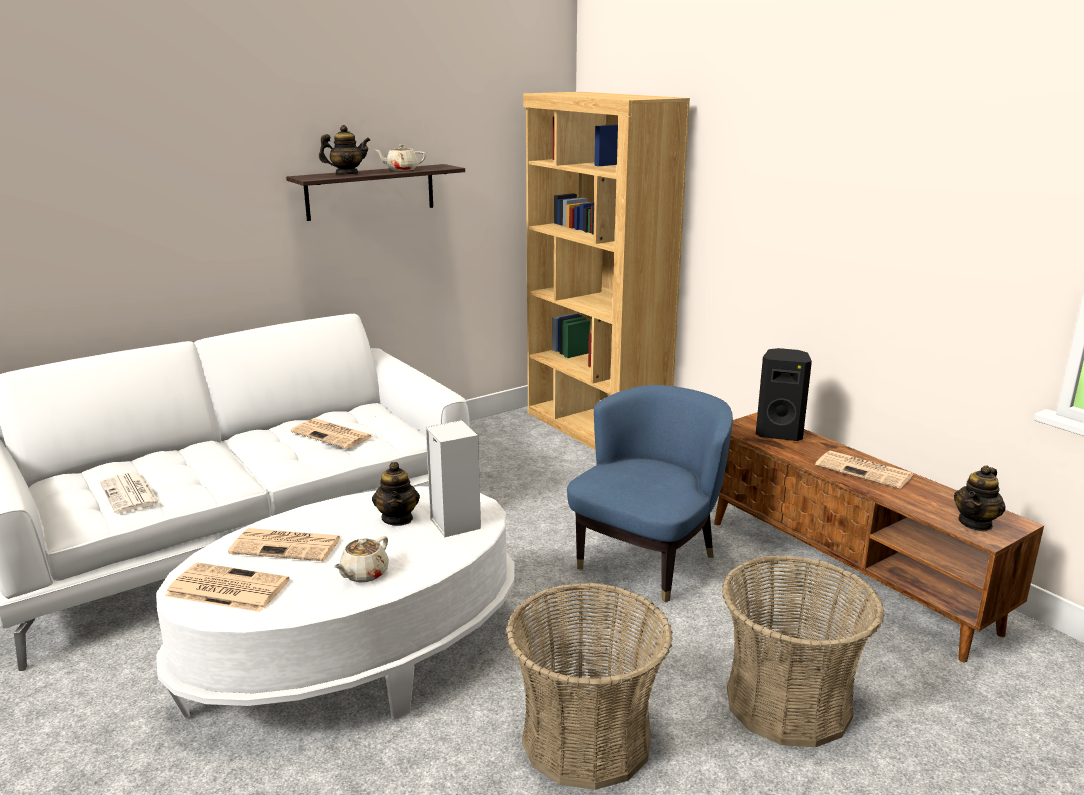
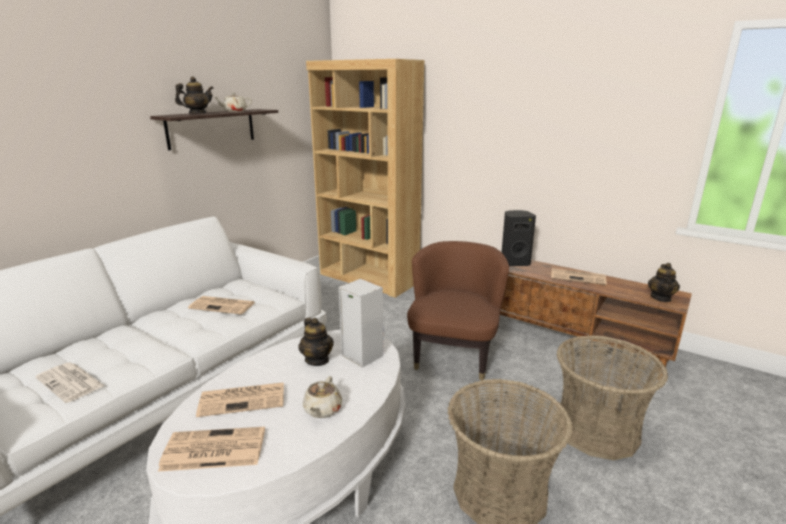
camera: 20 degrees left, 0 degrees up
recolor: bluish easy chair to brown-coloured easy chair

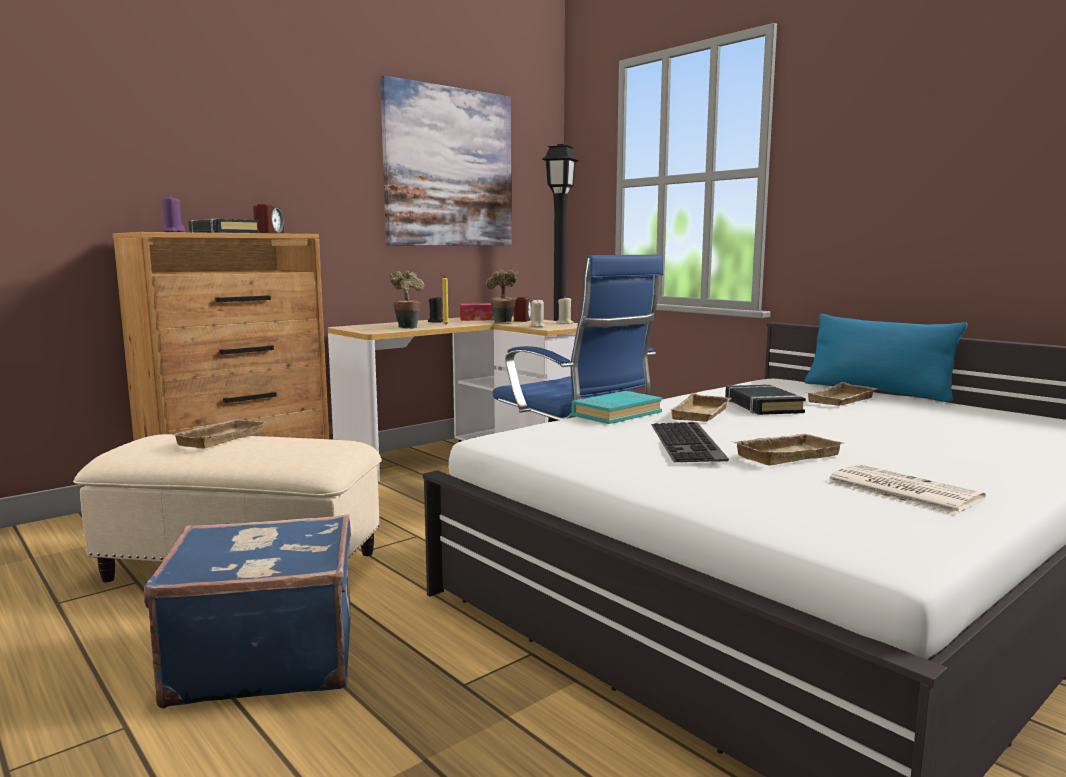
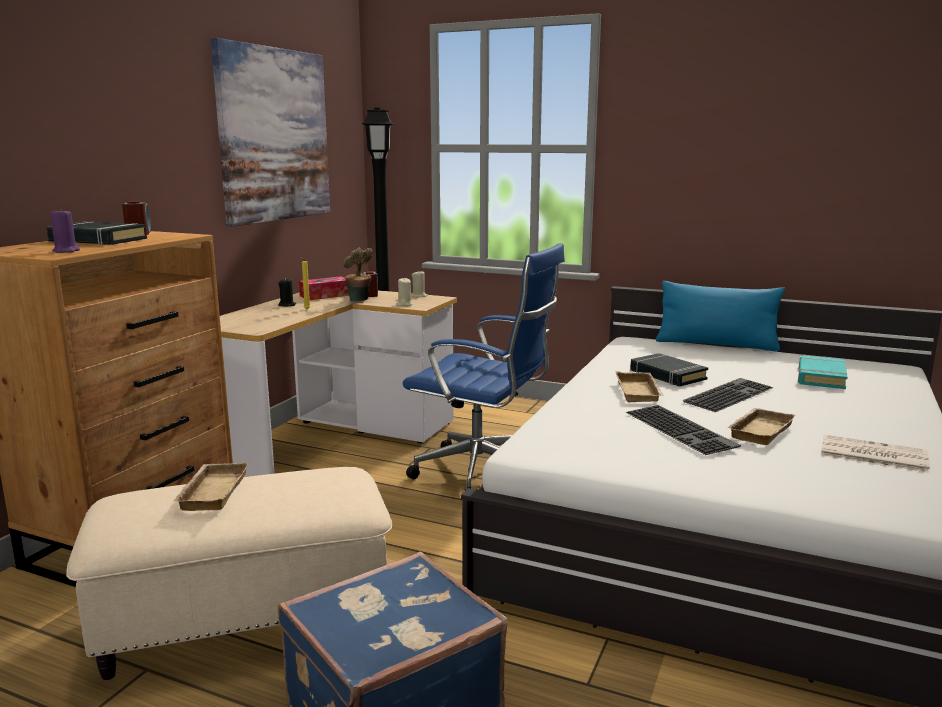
camera: 25 degrees left, 5 degrees up
delete: potted plant (1st from left); beige serving tray (4th from left)
insert: keyboard (2nd from left)
move: blue-green book

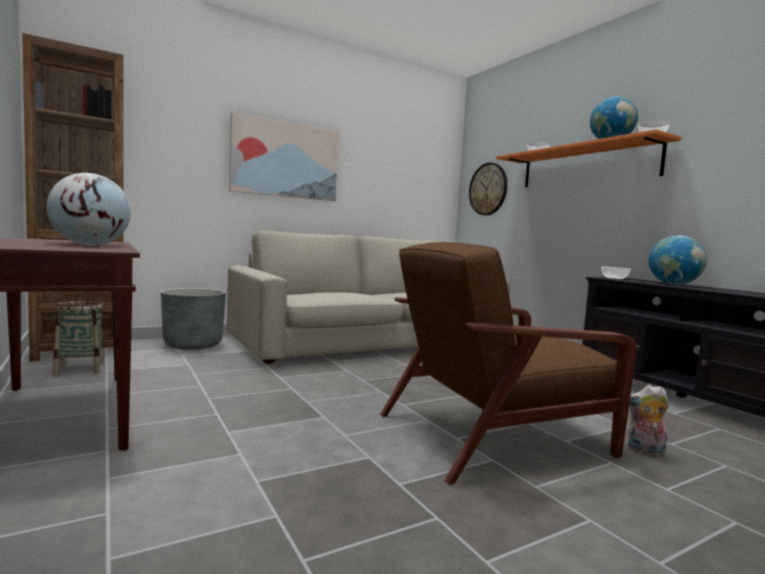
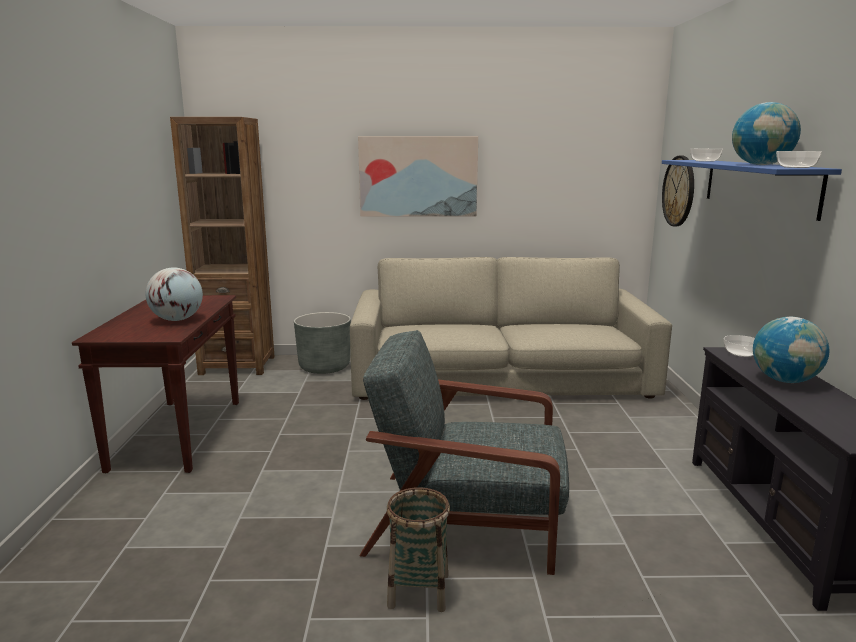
camera: 30 degrees right, 10 degrees up
delete: soft toy
move: storage basket
recolor: brown-coloured easy chair to gray easy chair; orange-coloured bracket shelf to bluish bracket shelf

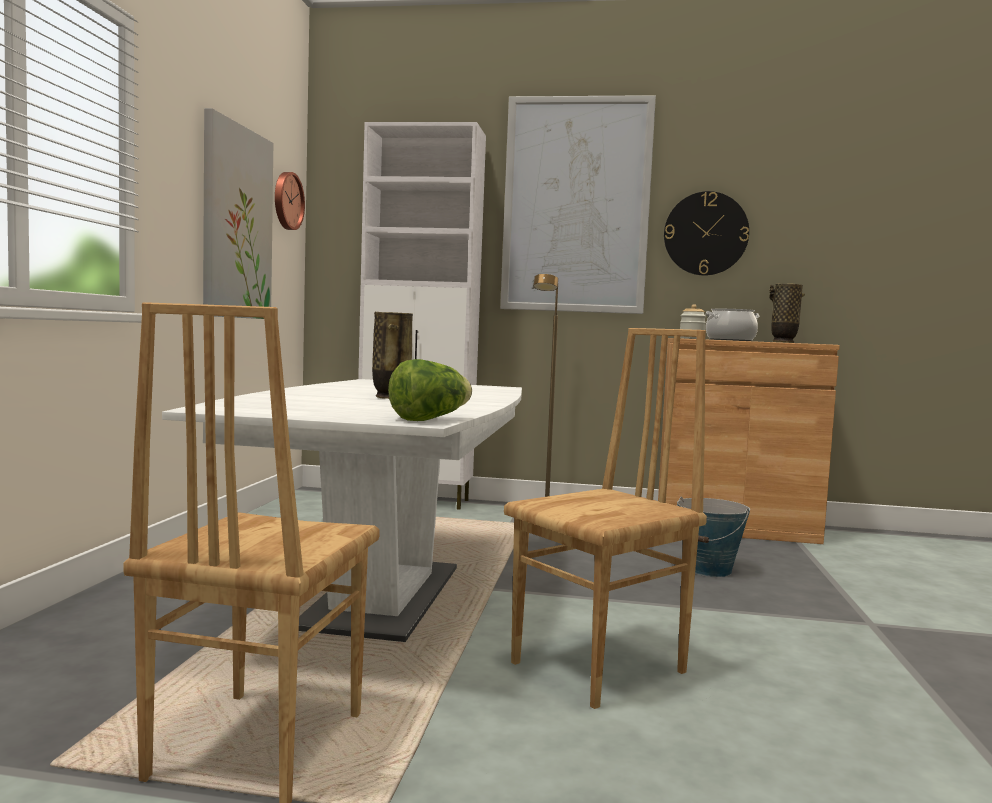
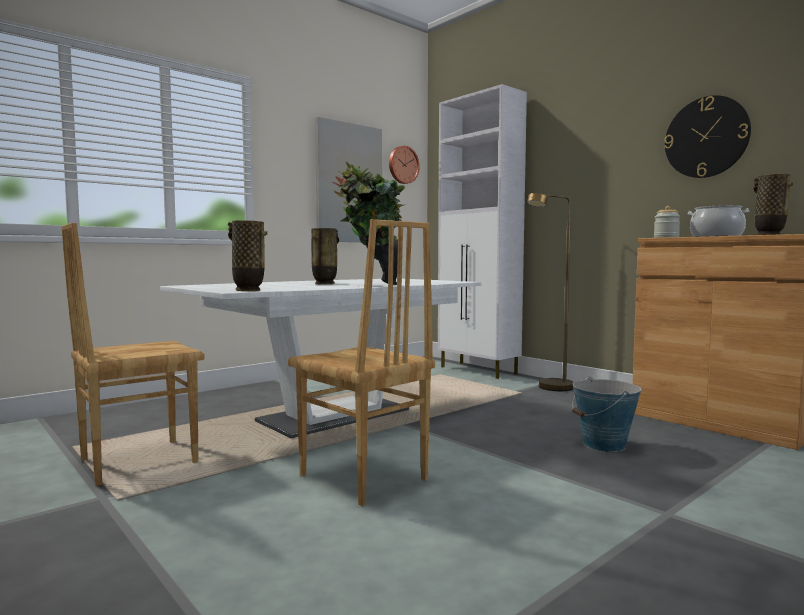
camera: 40 degrees right, 0 degrees up
delete: wall art (2nd from left)
insert: potted plant
replace: lettuce to decorative vase (1st from left)
rotate: brown-coloured plain chair (2nd from left) 45 degrees clockwise

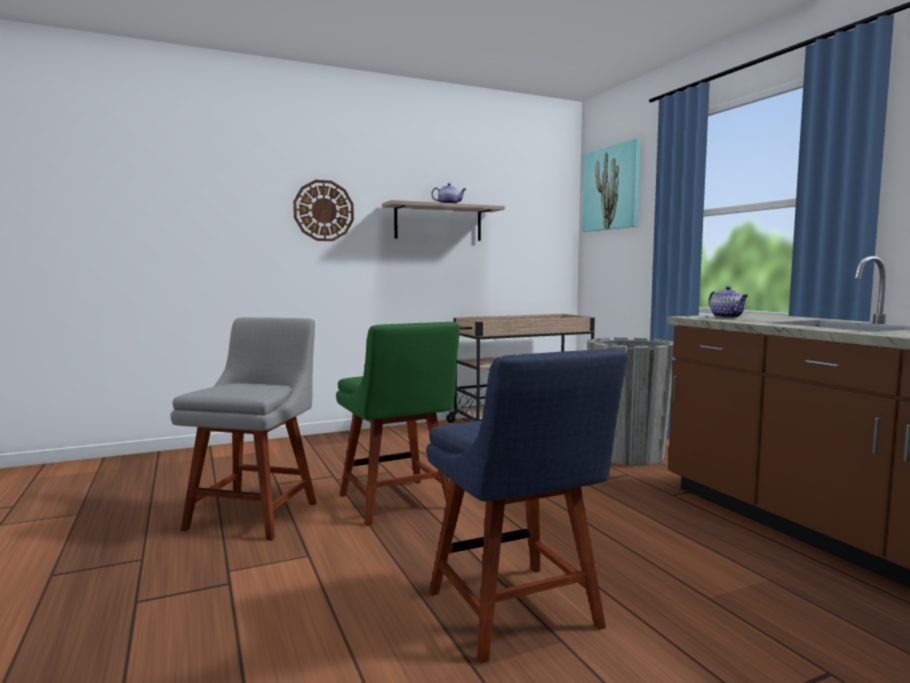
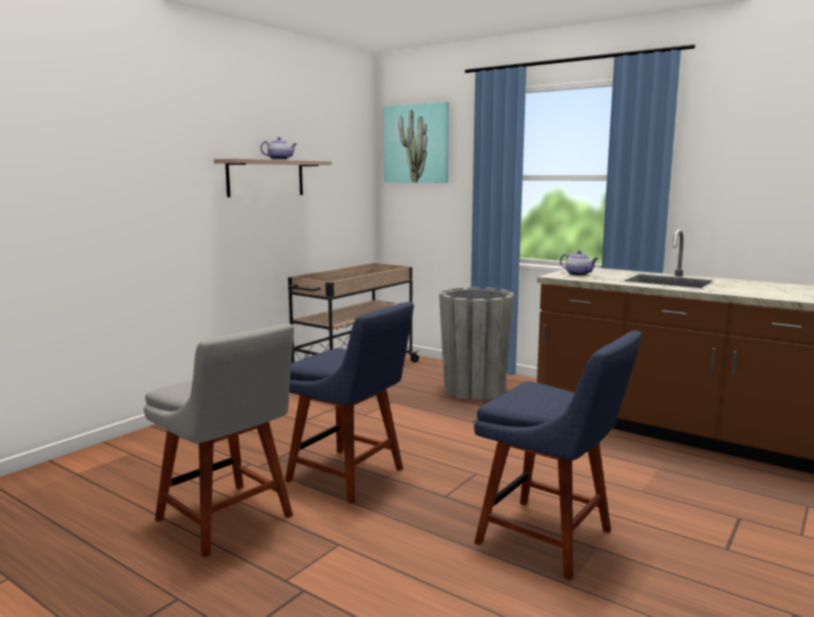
camera: 30 degrees left, 5 degrees up
delete: hanging clock
recolor: green plain chair to bluish plain chair (1st from left)
rotate: gray plain chair 150 degrees clockwise

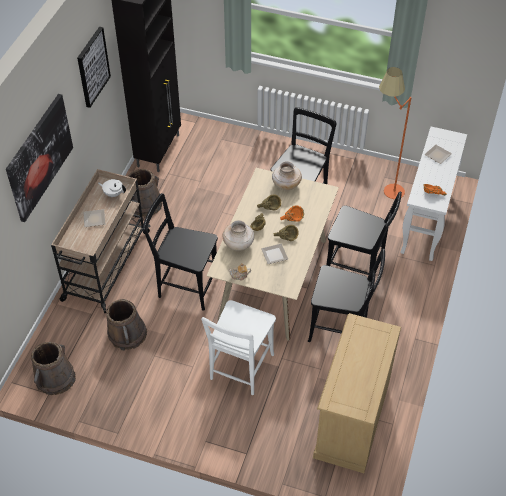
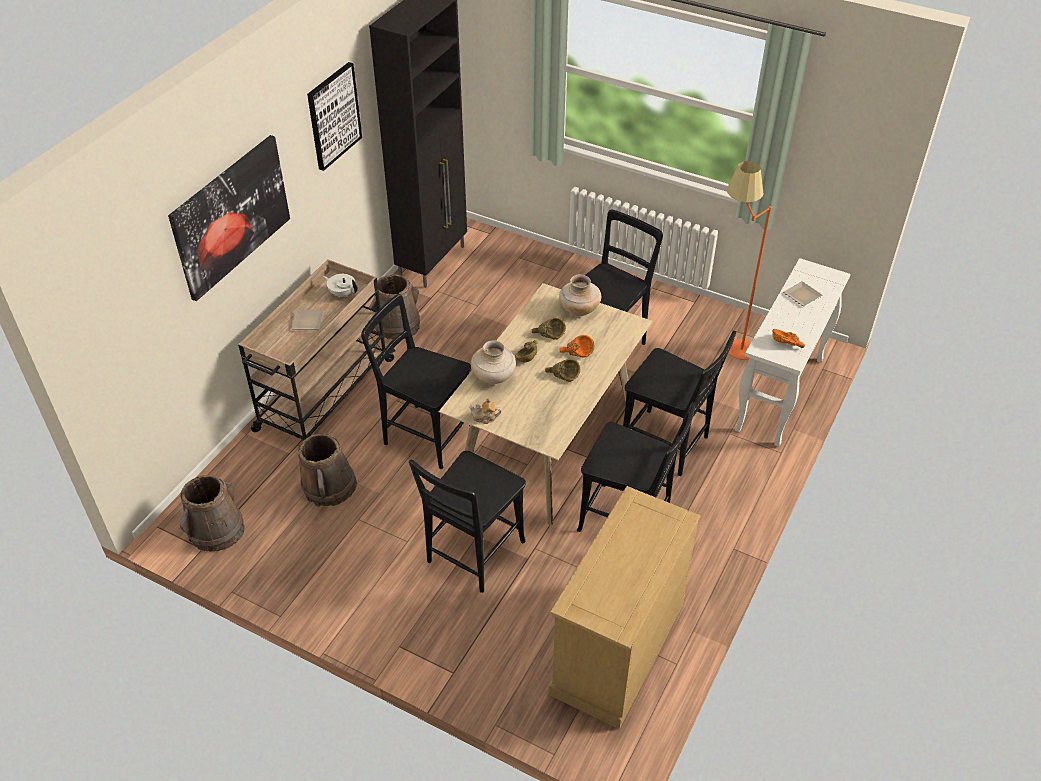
camera: 10 degrees right, 5 degrees down
delete: flat dish (2nd from left)
recolor: whitish plain chair to black plain chair (2nd from left)

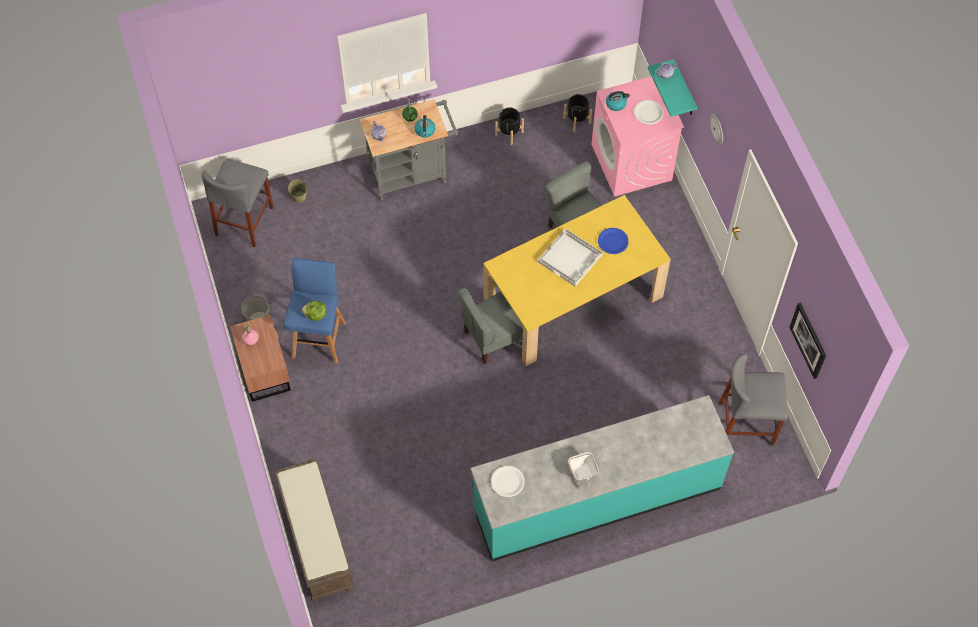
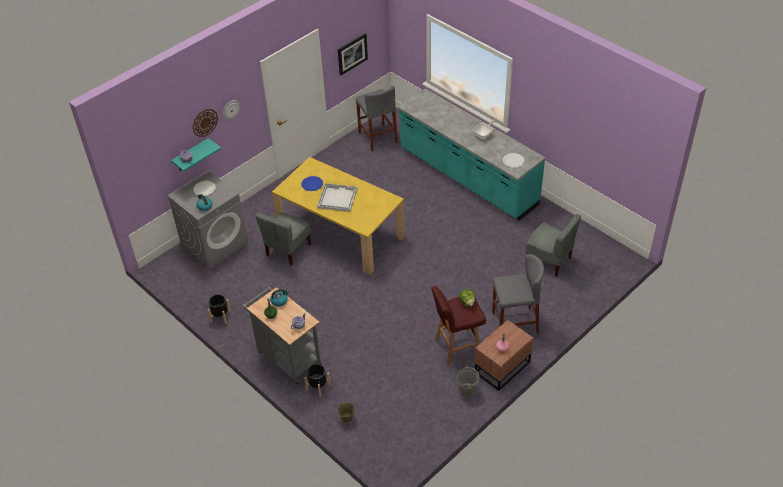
camera: 115 degrees left, 15 degrees down
delete: brown-coloured indoor bench
insert: hanging clock (1st from left)
move: black plant pot (2nd from left); gray stool (1st from left in the first image) to gray stool (2nd from left); gray plain chair (1st from left in the first image) to gray plain chair (2nd from left)
recolor: pink-coloured laundry machine to gray laundry machine; bluish stool to reddish stool

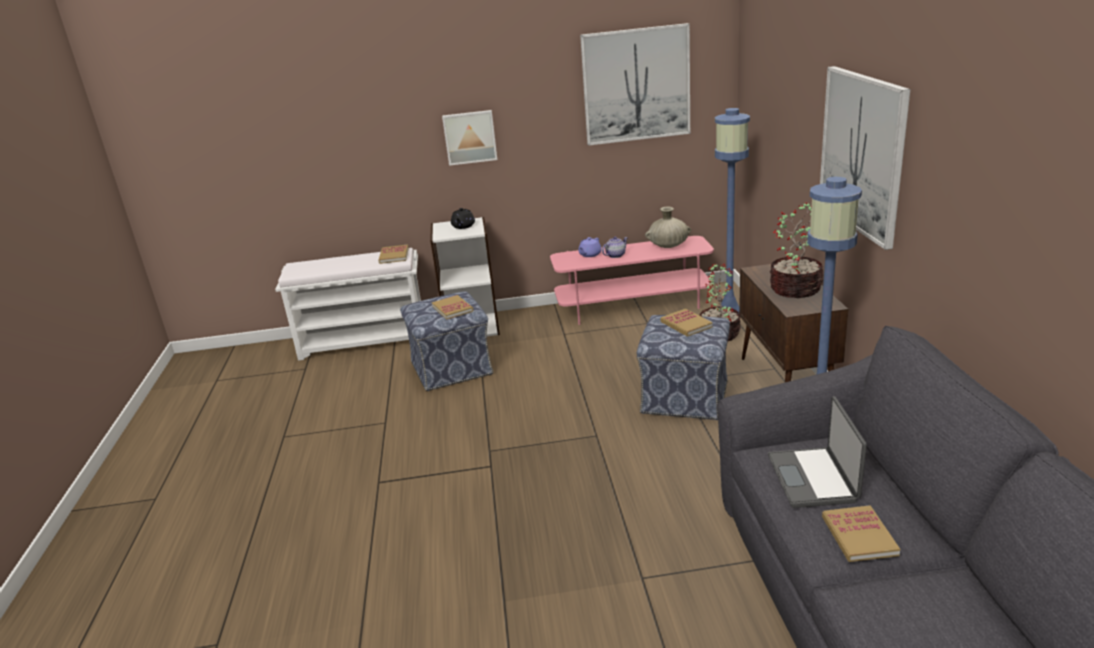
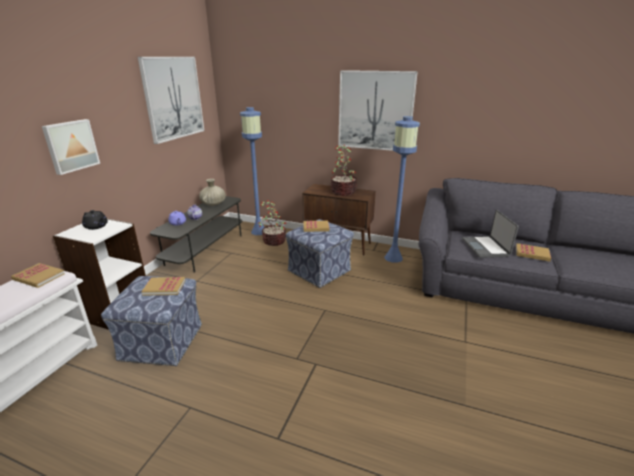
camera: 65 degrees left, 0 degrees up
recolor: pink-coloured tv unit to gray tv unit
rotate: portable computer 60 degrees clockwise

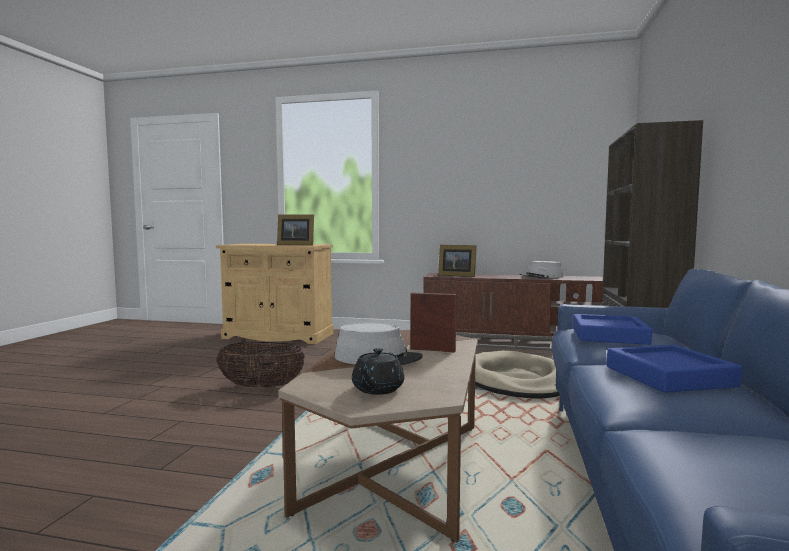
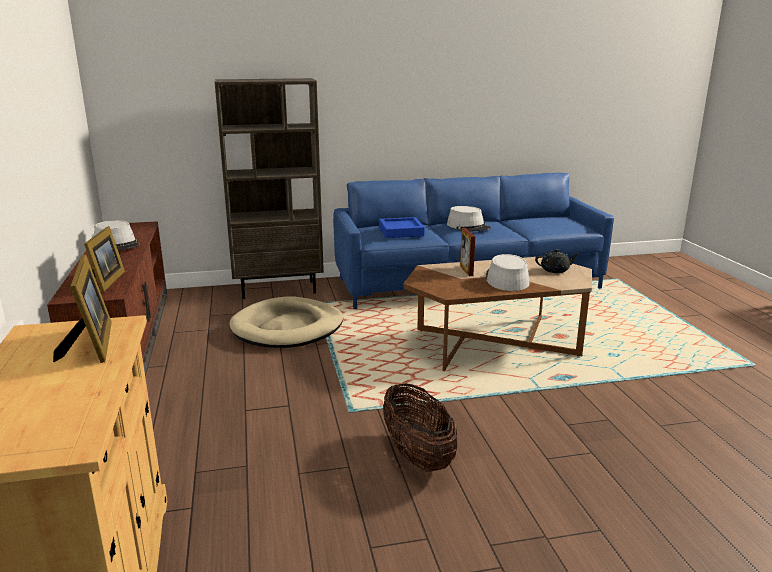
camera: 115 degrees left, 15 degrees up
replace: bluish serving tray (2nd from left) to gray hat (2nd from left)

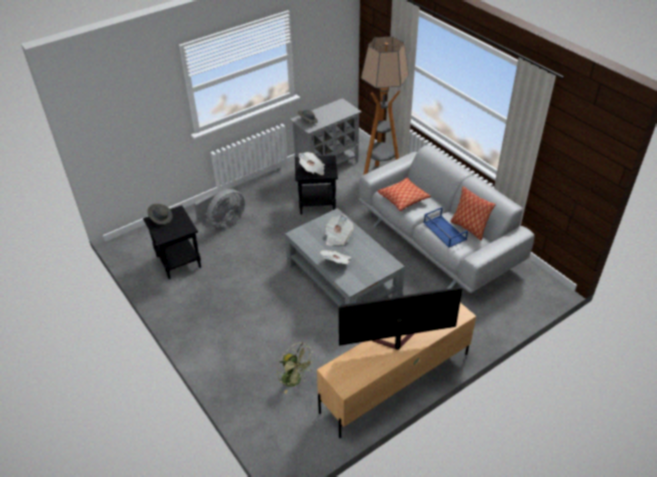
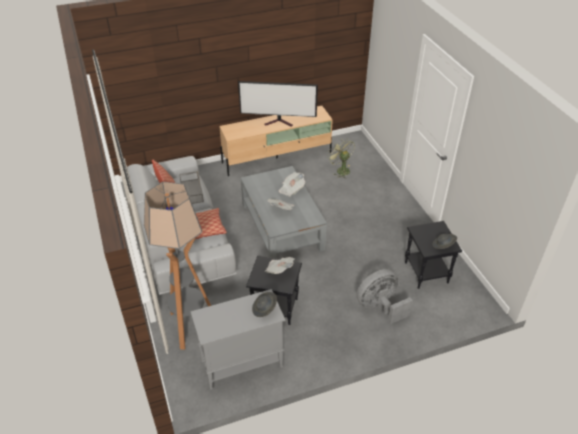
camera: 165 degrees left, 0 degrees up
recolor: bluish serving tray to gray serving tray

